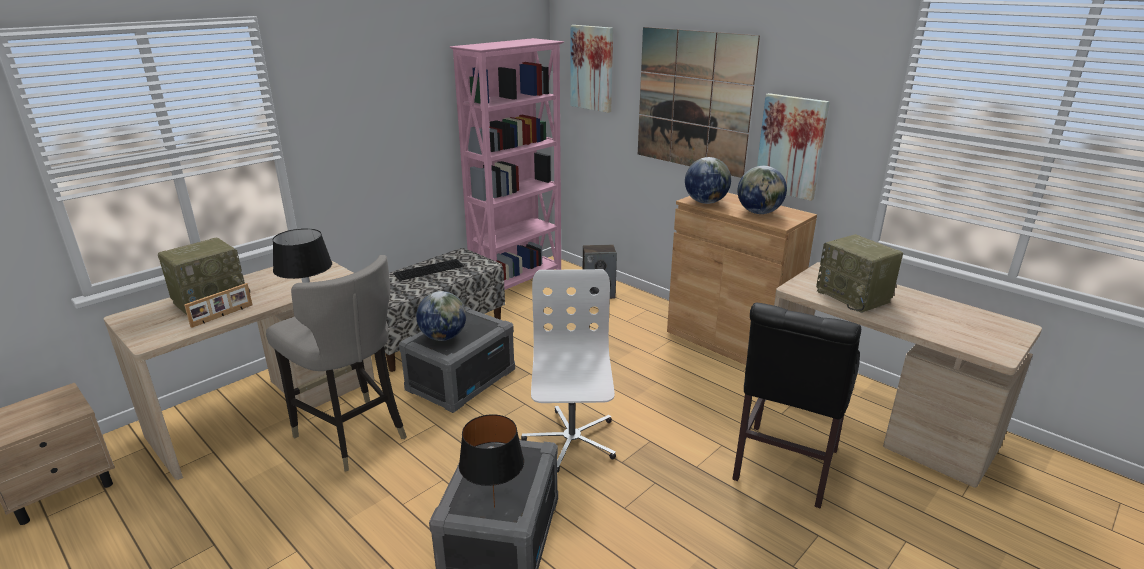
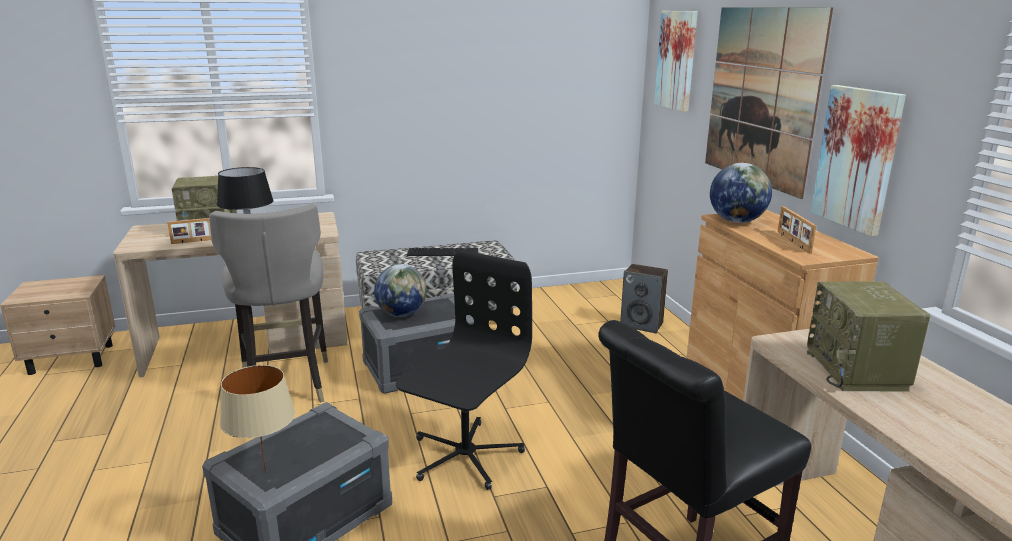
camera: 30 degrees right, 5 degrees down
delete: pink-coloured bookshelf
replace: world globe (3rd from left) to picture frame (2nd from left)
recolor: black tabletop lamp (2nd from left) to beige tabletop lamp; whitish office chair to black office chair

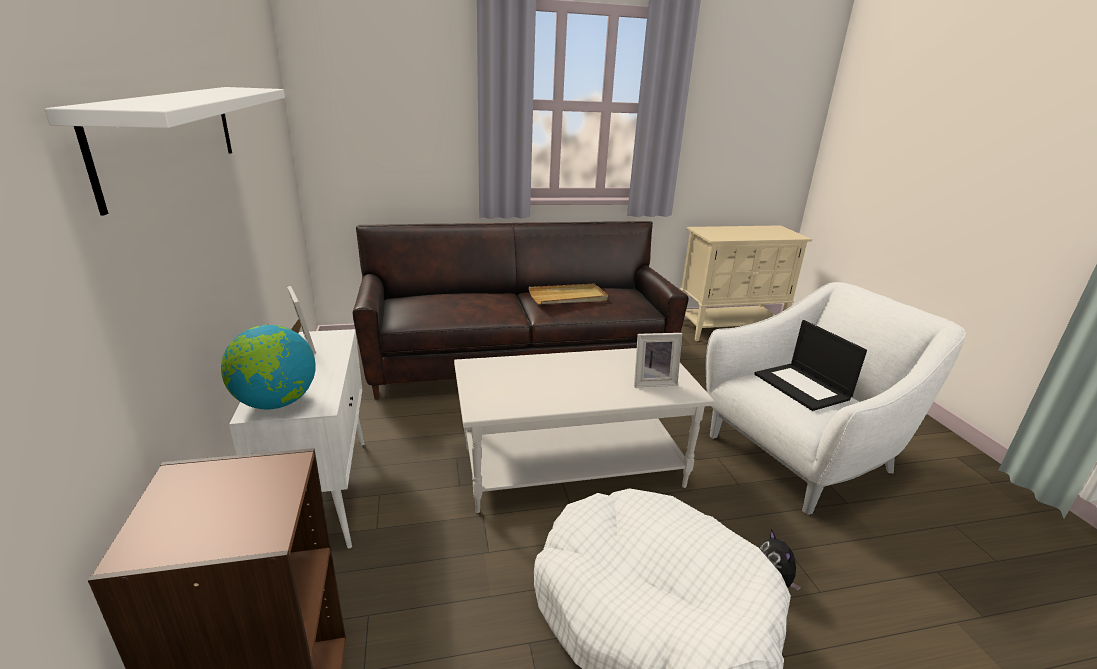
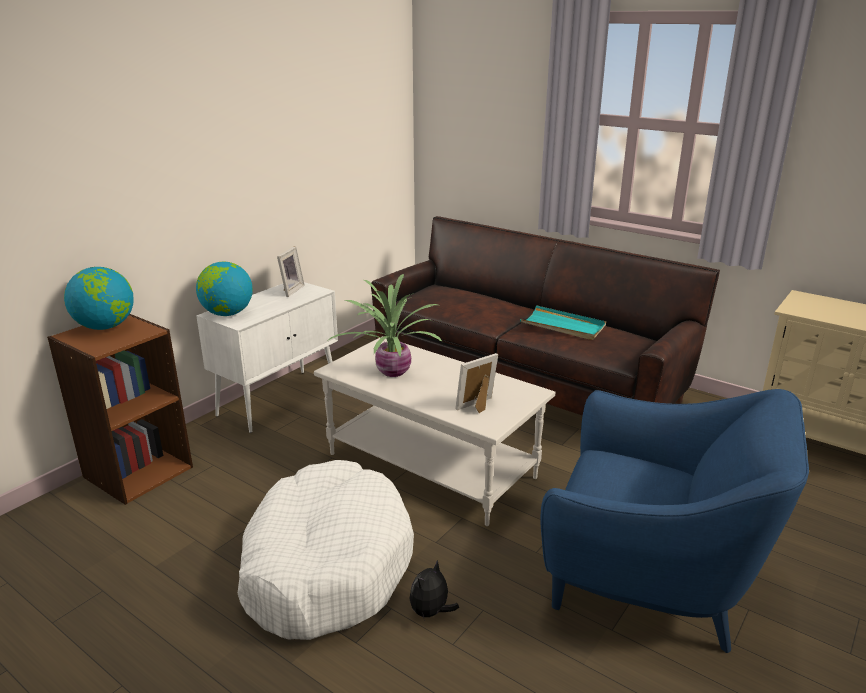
camera: 50 degrees right, 0 degrees up
delete: whitish bracket shelf; portable computer
insert: world globe (1st from left); potted plant
recolor: beige serving tray to blue-green serving tray; whitish easy chair to bluish easy chair
rotate: picture frame (2nd from left) 105 degrees clockwise

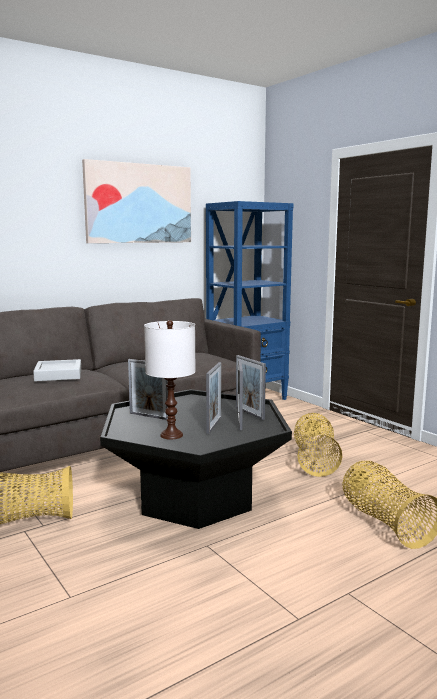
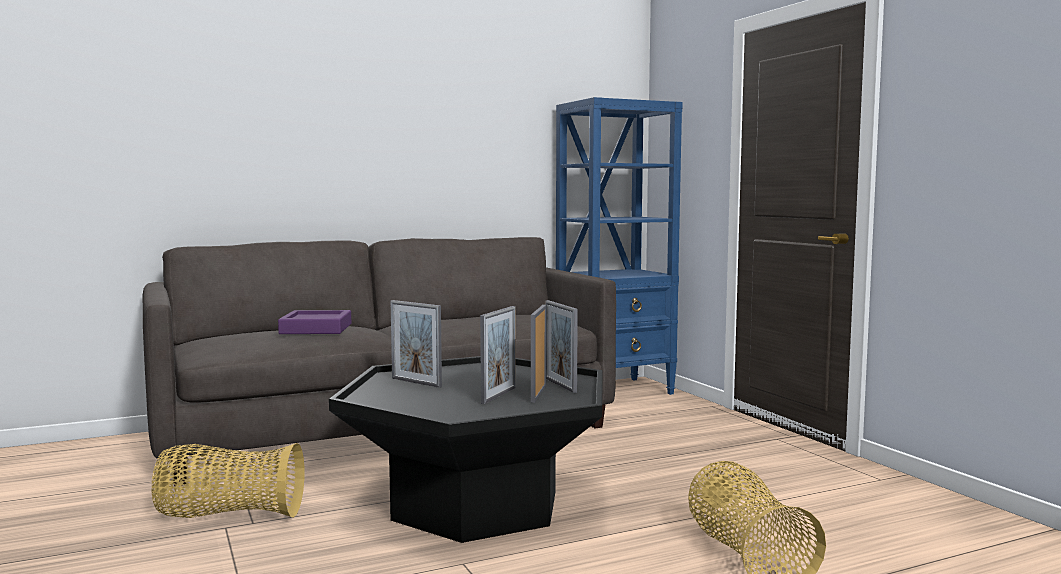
camera: 10 degrees right, 5 degrees down
delete: wall art; whitish tabletop lamp; storage basket (2nd from left)
recolor: gray serving tray to purple serving tray

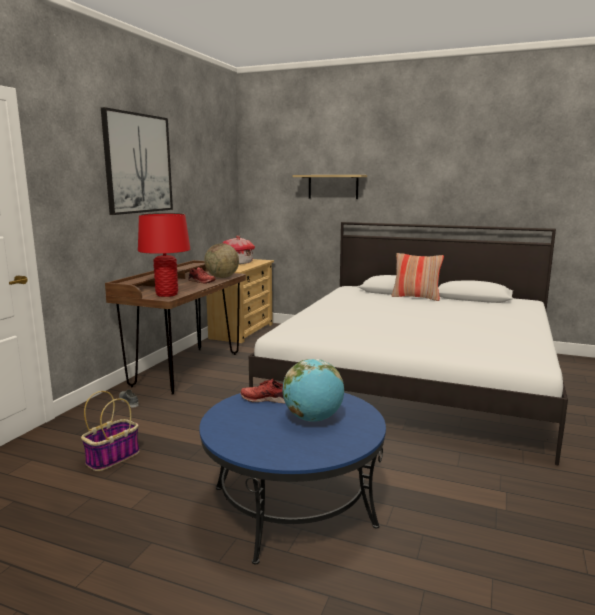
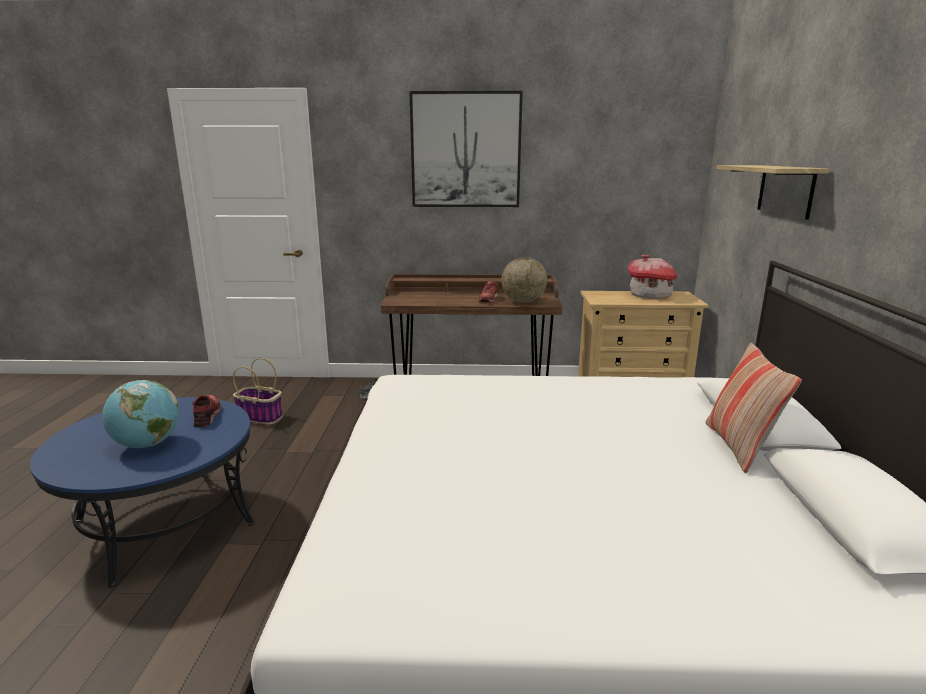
camera: 70 degrees right, 5 degrees up
delete: reddish tabletop lamp

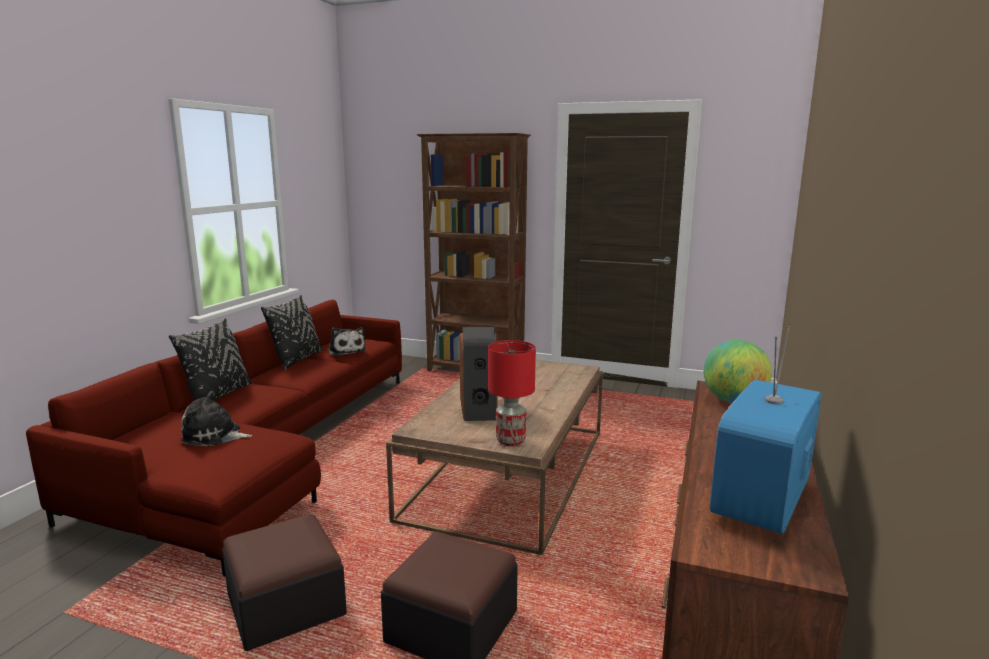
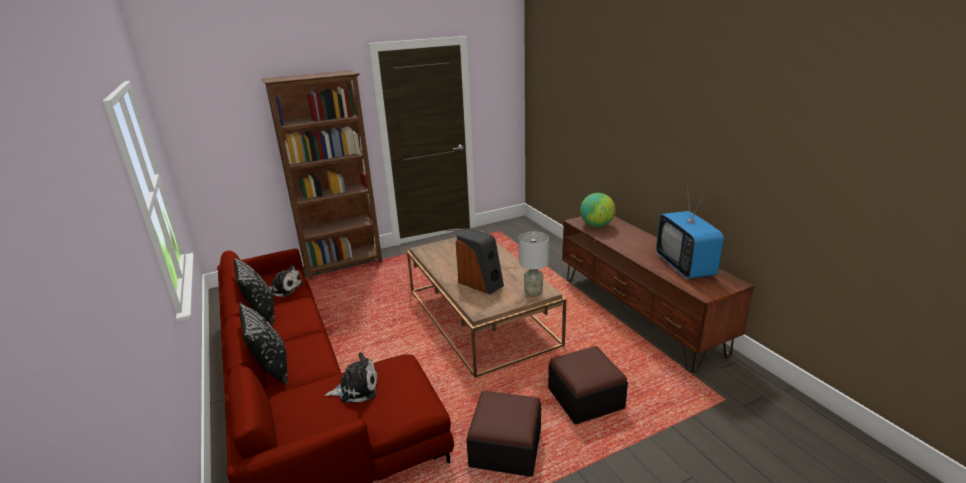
camera: 45 degrees left, 10 degrees up
recolor: reddish tabletop lamp to gray tabletop lamp
rotate: soft toy (1st from left in the first image) 150 degrees counterclockwise

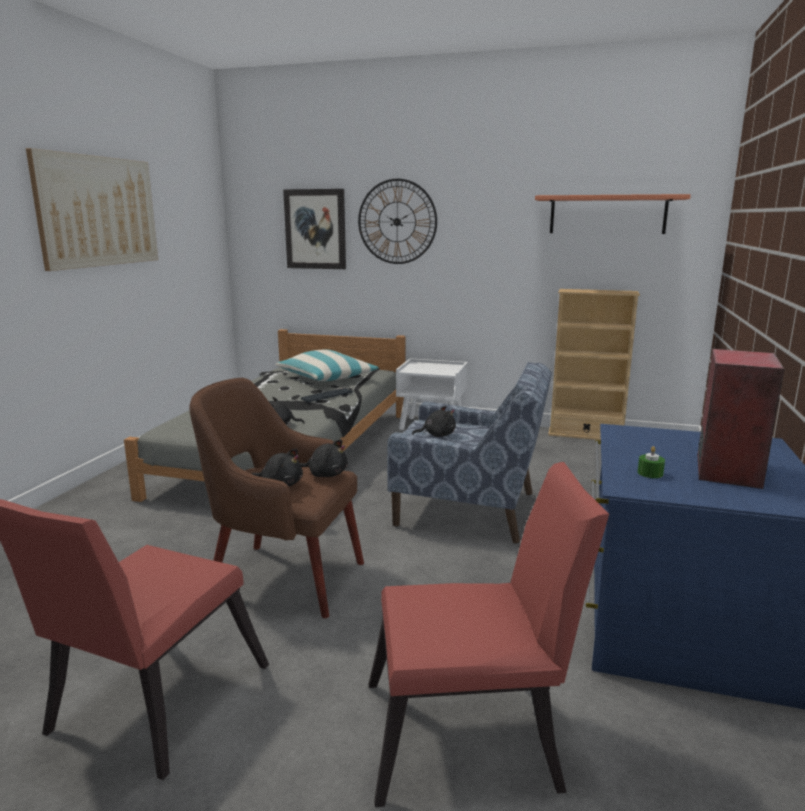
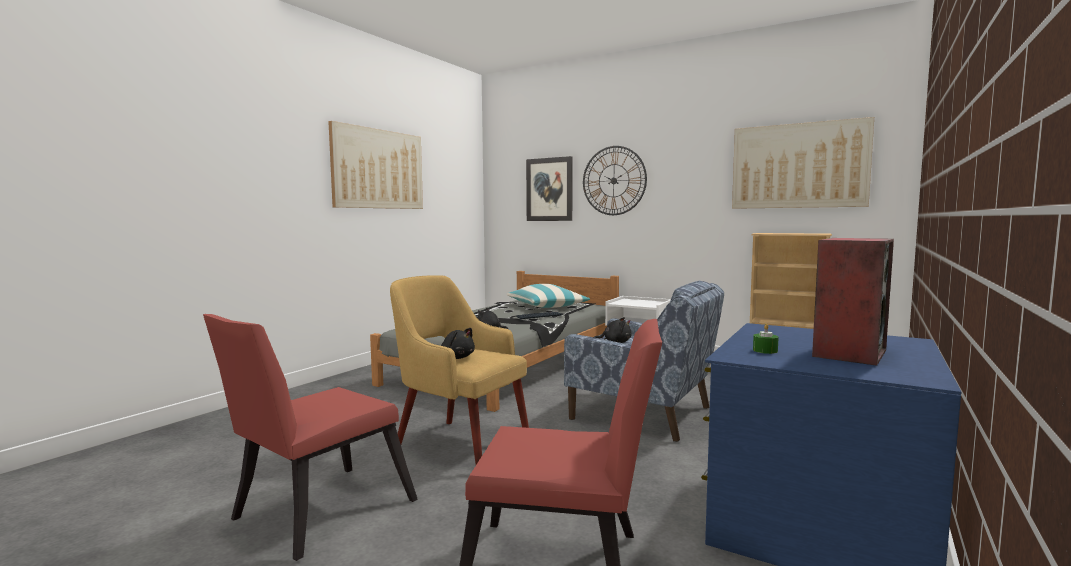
camera: 15 degrees right, 10 degrees down
delete: black soft toy (3rd from left)
replace: bracket shelf to wall art (3rd from left)
recolor: brown-coloured easy chair to yellowish easy chair

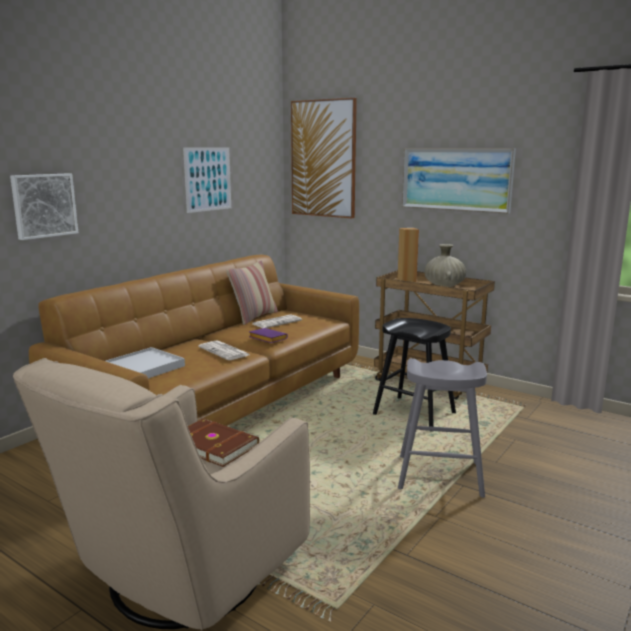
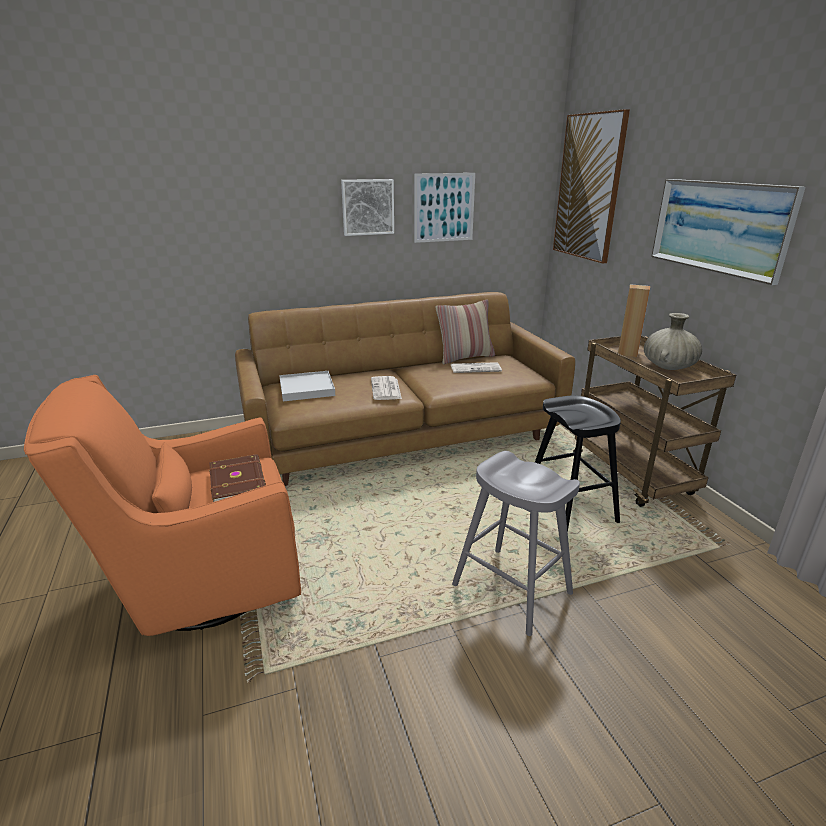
camera: 35 degrees right, 10 degrees up
delete: purple book
move: wall art (1st from left)
recolor: beige easy chair to orange-coloured easy chair

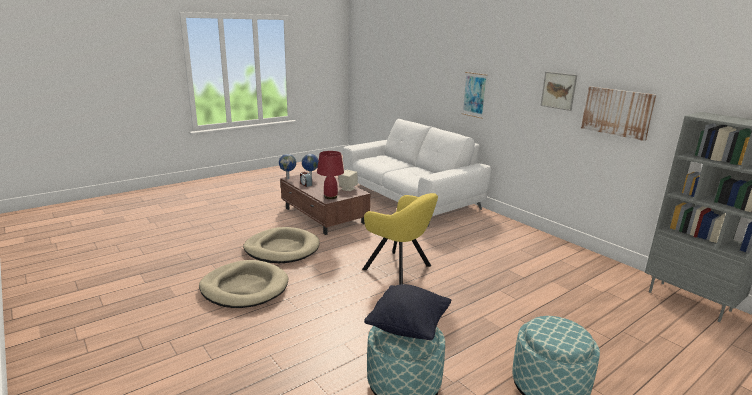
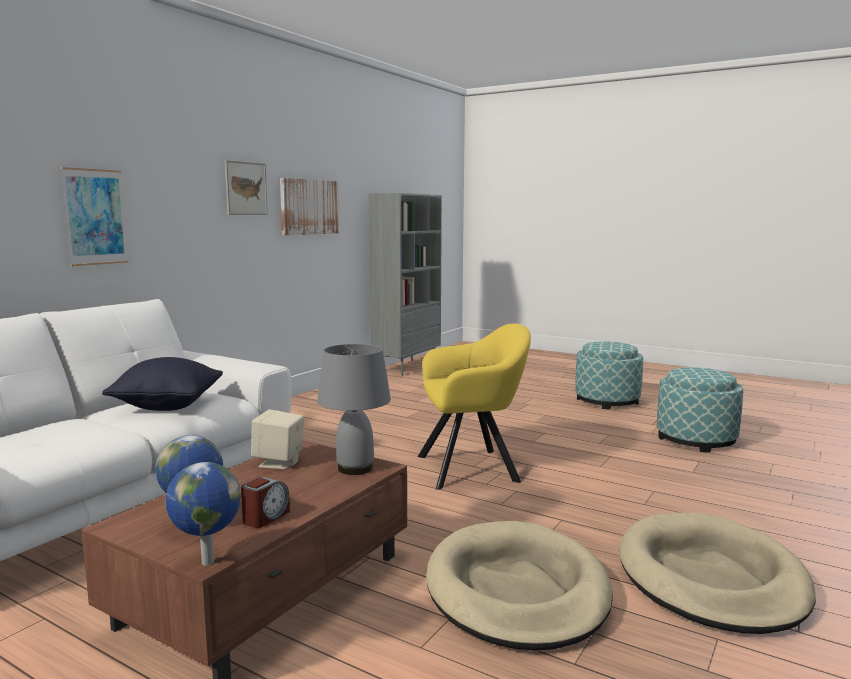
camera: 110 degrees left, 10 degrees down
move: black throw pillow
recolor: reddish tabletop lamp to gray tabletop lamp
rotate: yellowish easy chair 60 degrees clockwise

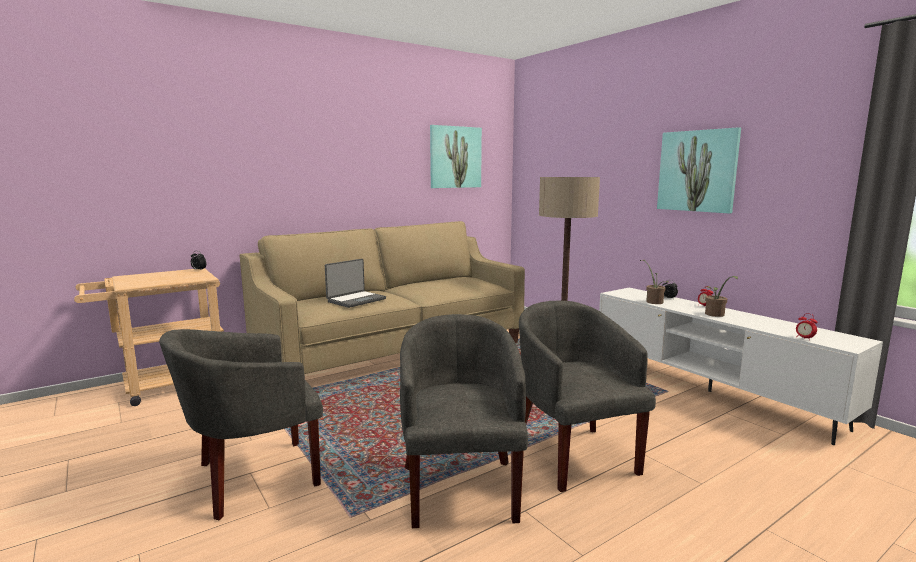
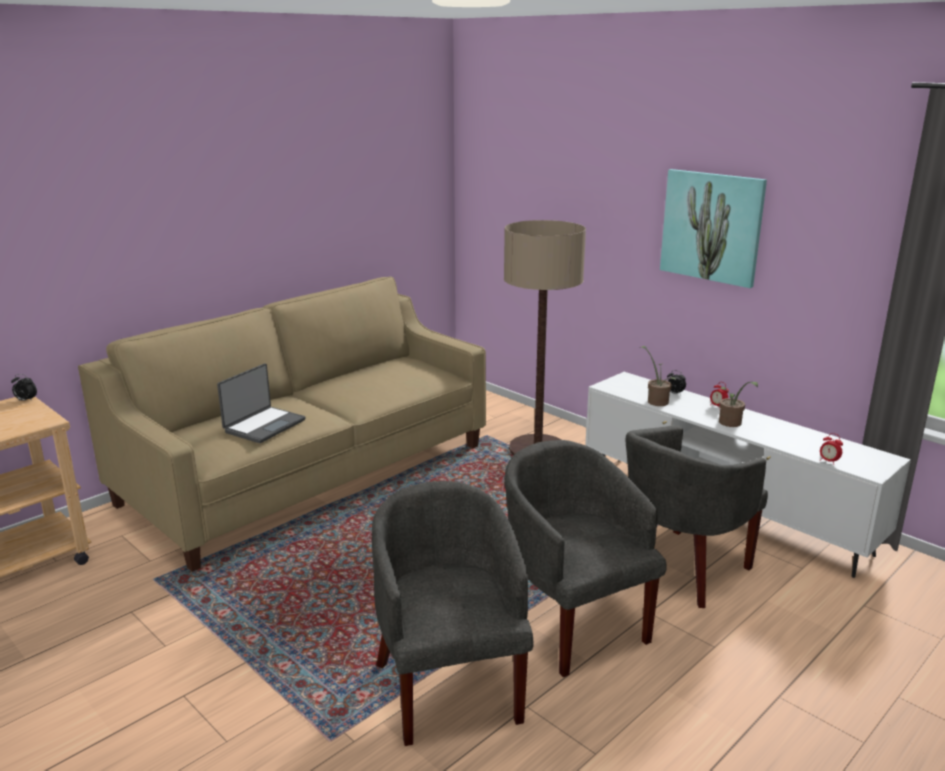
camera: 10 degrees left, 10 degrees up
delete: wall art (1st from left)
move: gray easy chair (1st from left in the first image) to gray easy chair (3rd from left)

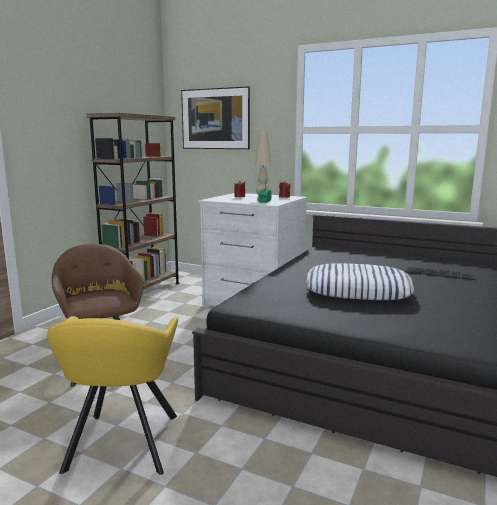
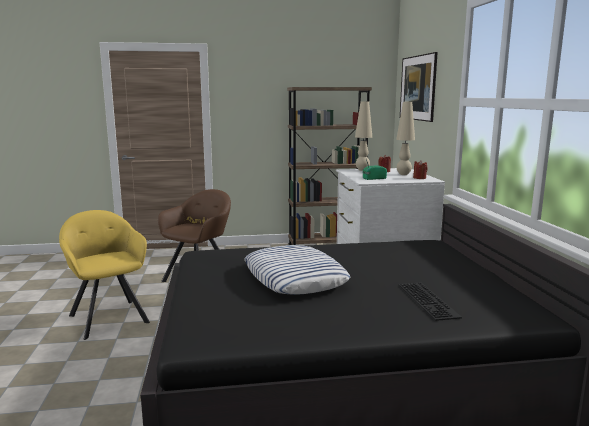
camera: 55 degrees right, 0 degrees up
insert: beige tabletop lamp (1st from left)
rotate: yellowish easy chair 90 degrees clockwise

